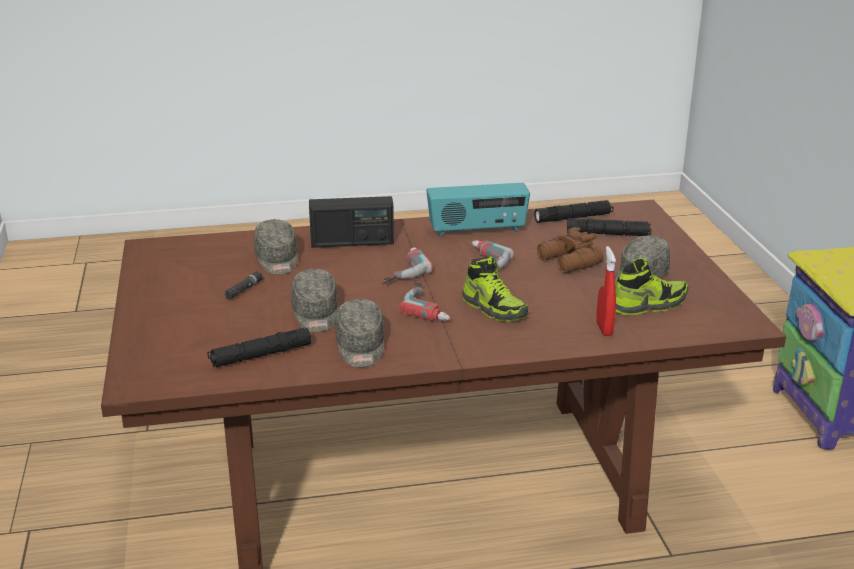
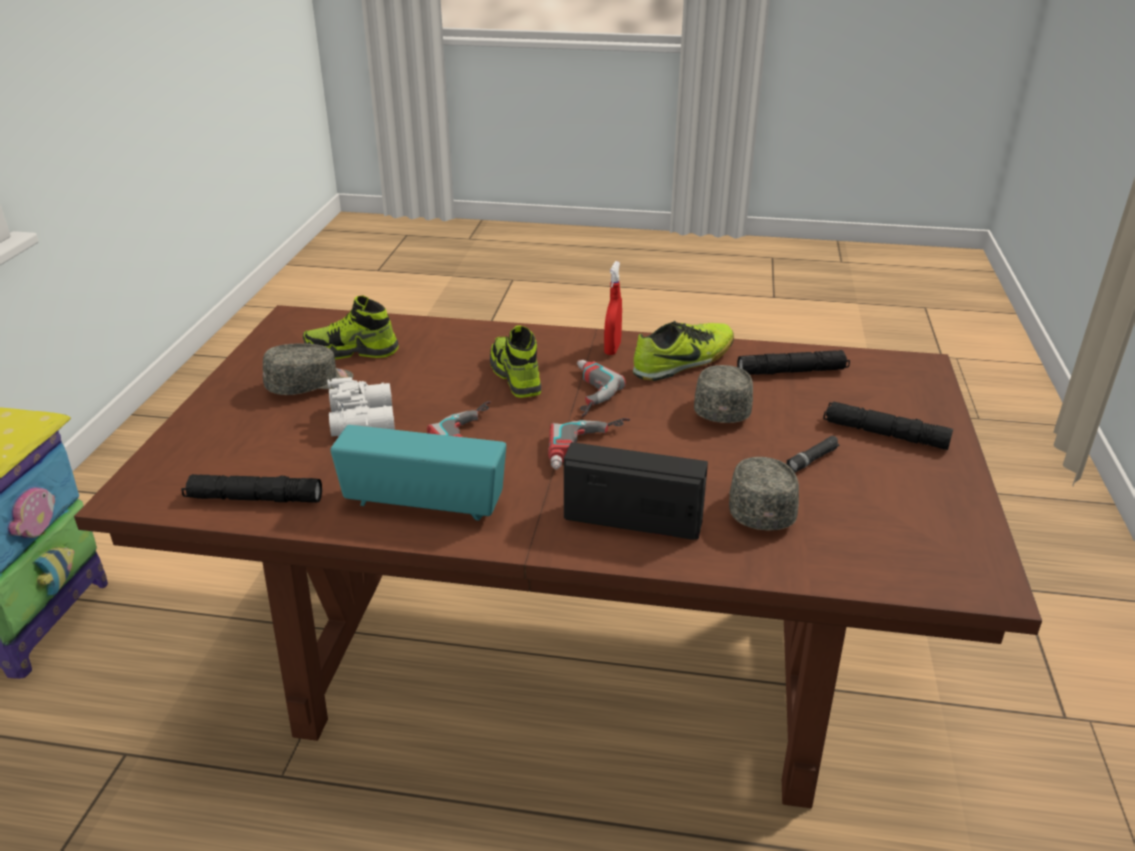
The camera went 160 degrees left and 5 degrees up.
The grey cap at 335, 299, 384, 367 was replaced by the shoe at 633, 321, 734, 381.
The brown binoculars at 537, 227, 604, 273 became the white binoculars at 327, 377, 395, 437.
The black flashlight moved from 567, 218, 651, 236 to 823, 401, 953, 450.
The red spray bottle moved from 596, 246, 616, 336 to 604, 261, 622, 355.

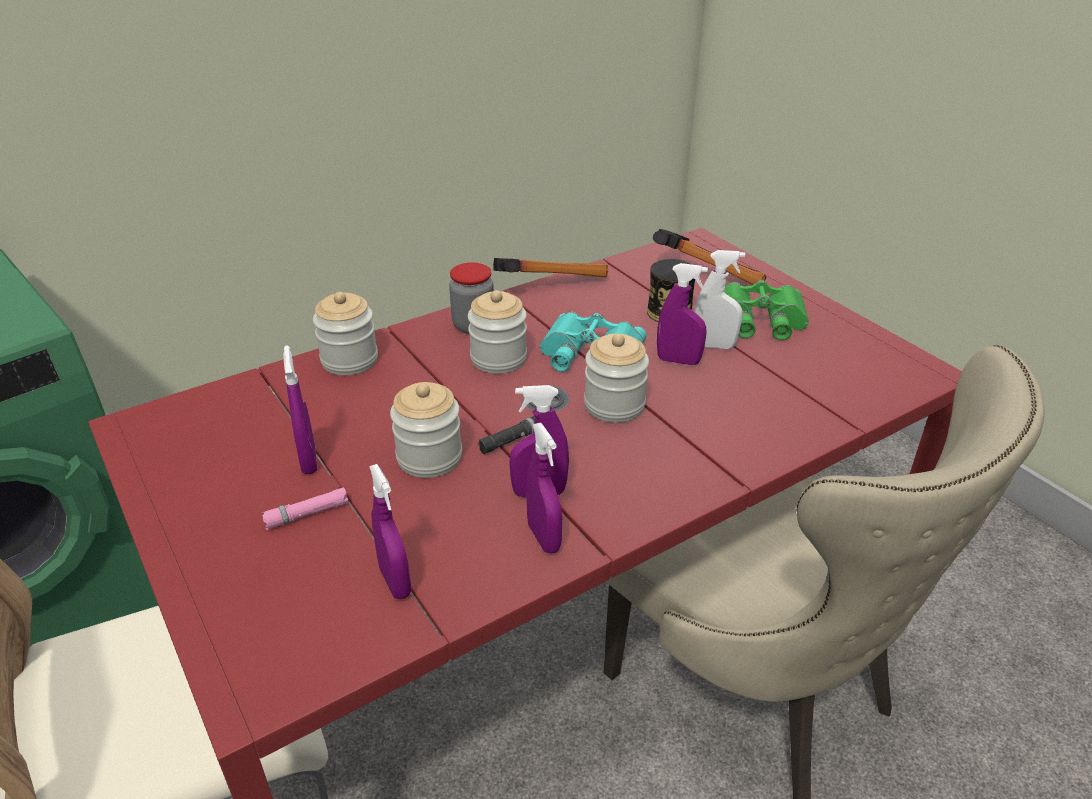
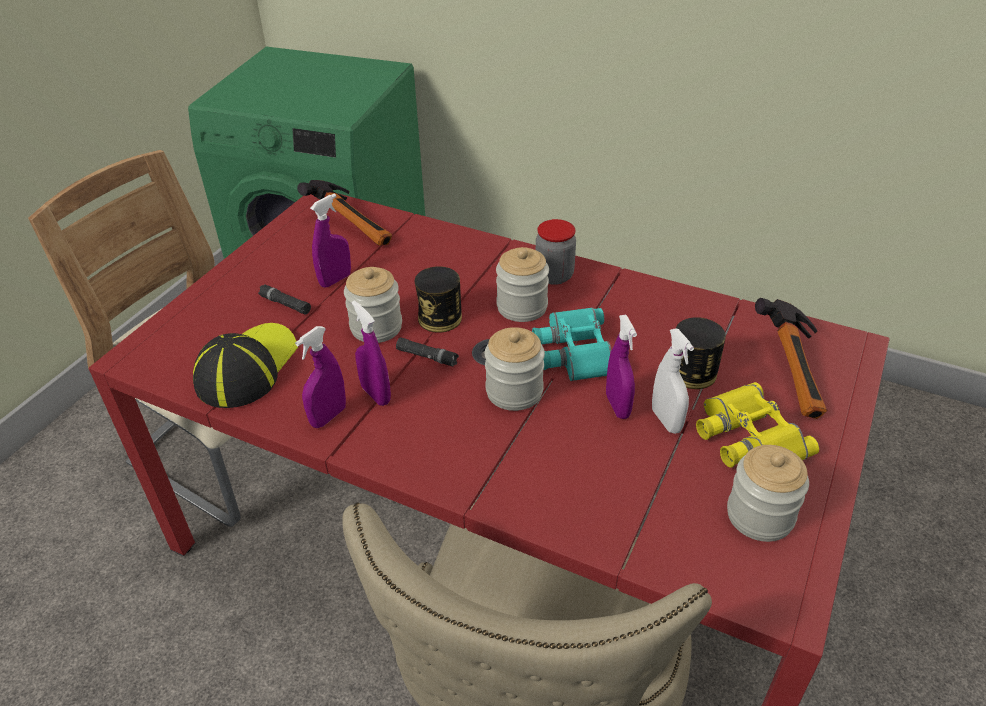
The camera went 60 degrees right and 5 degrees up.
The pink flashlight at 261, 487, 348, 530 became the black flashlight at 258, 284, 311, 314.
The jar moved from 313, 292, 378, 375 to 727, 445, 809, 542.
The purple spray bottle at 369, 464, 411, 600 was replaced by the cap at 193, 323, 298, 408.
The hammer moved from 493, 258, 608, 277 to 297, 180, 392, 246.
The green binoculars at 724, 280, 809, 340 became the yellow binoculars at 696, 382, 819, 468.
The can at 415, 266, 462, 333 appeared.

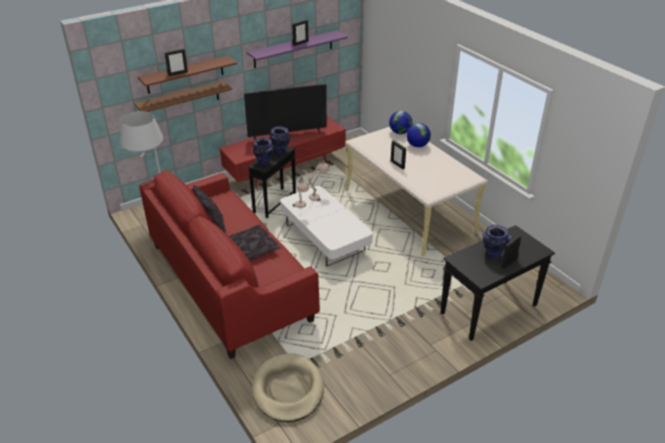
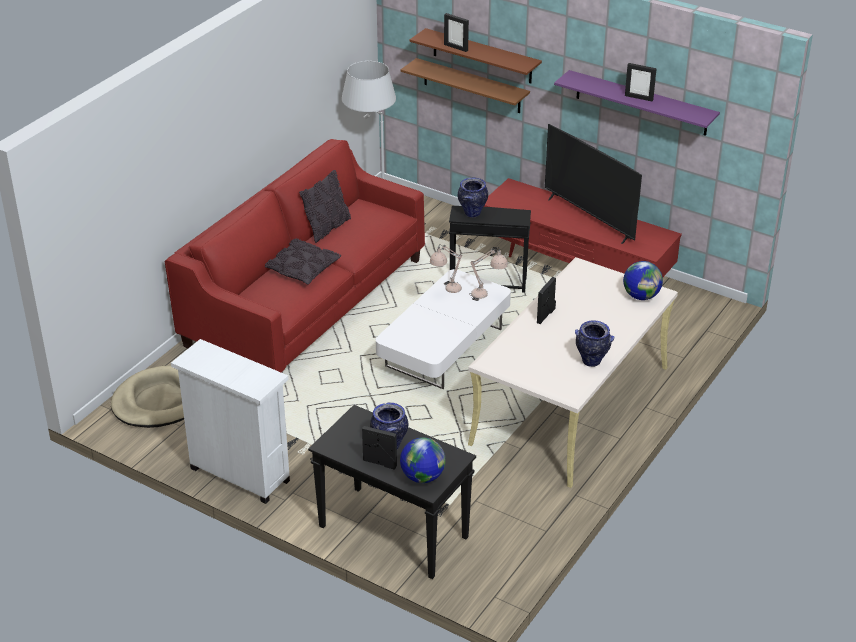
The camera went 65 degrees right and 0 degrees up.
The vase moved from 270, 126, 290, 153 to 575, 321, 614, 367.
The globe moved from 407, 123, 431, 147 to 400, 437, 446, 483.
The white cabinet at 171, 339, 290, 504 appeared.

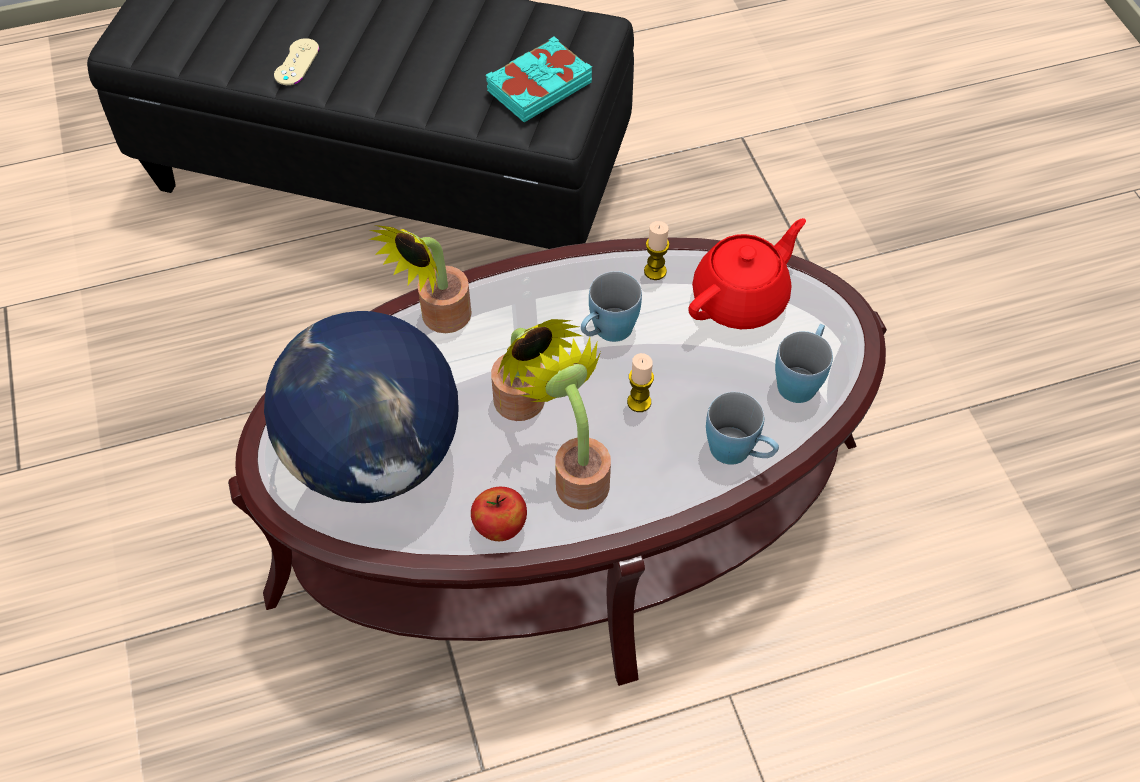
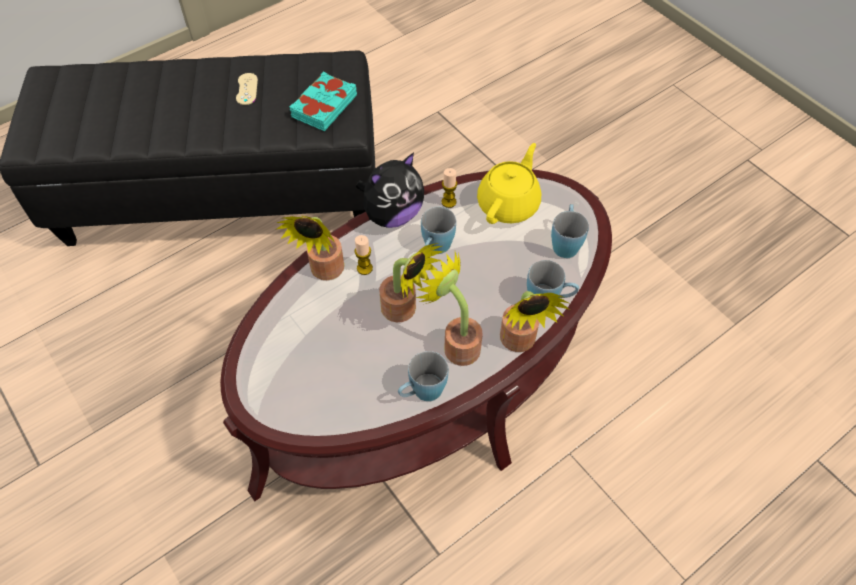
The camera went 20 degrees left and 0 degrees up.
The globe at 264, 311, 459, 503 disappeared.
The beige game controller moved from 274, 38, 319, 85 to 236, 73, 258, 105.
The apple at 471, 487, 527, 541 was replaced by the blue mug at 398, 351, 448, 401.
The candle moved from 627, 353, 654, 412 to 354, 235, 373, 275.
The red teapot at 688, 218, 806, 329 became the yellow teapot at 477, 143, 541, 224.
The plush toy at 356, 152, 424, 228 appeared.
The potted plant at 500, 291, 570, 352 appeared.

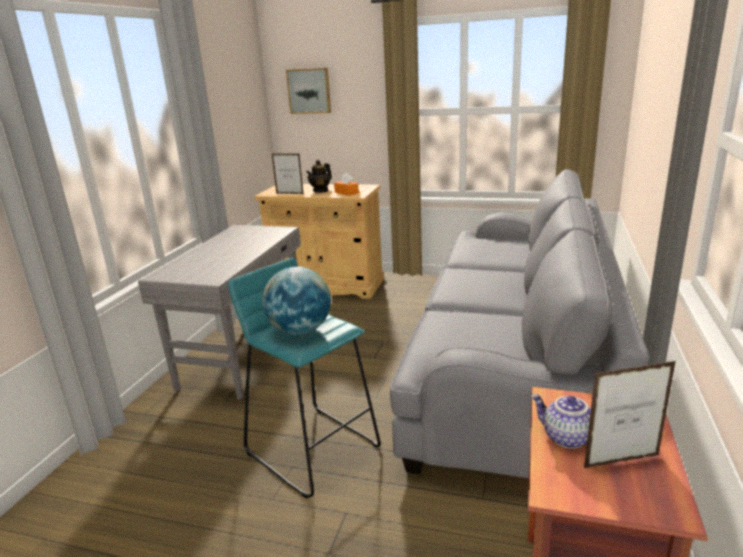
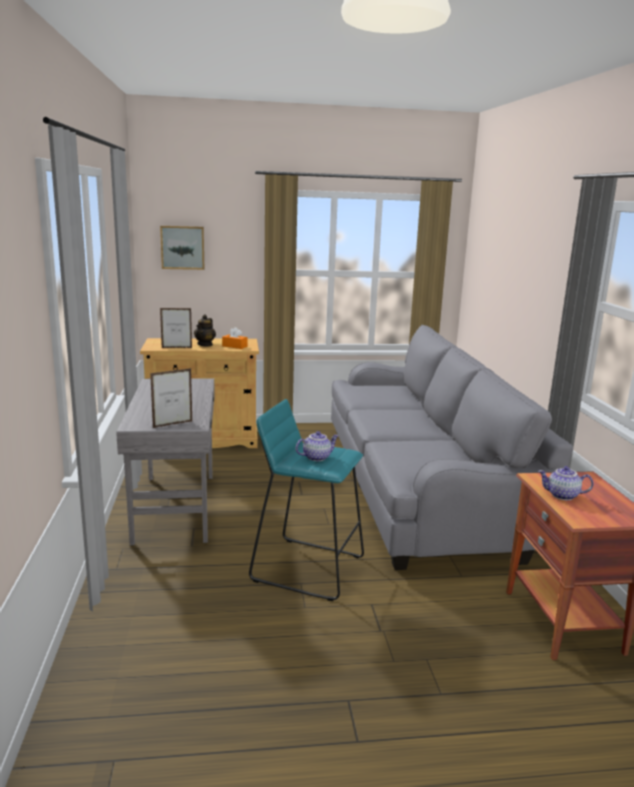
The camera went 25 degrees left and 5 degrees down.
The globe at 262, 267, 331, 335 was replaced by the teapot at 296, 431, 339, 461.
The picture frame moved from 584, 361, 676, 468 to 150, 368, 192, 428.

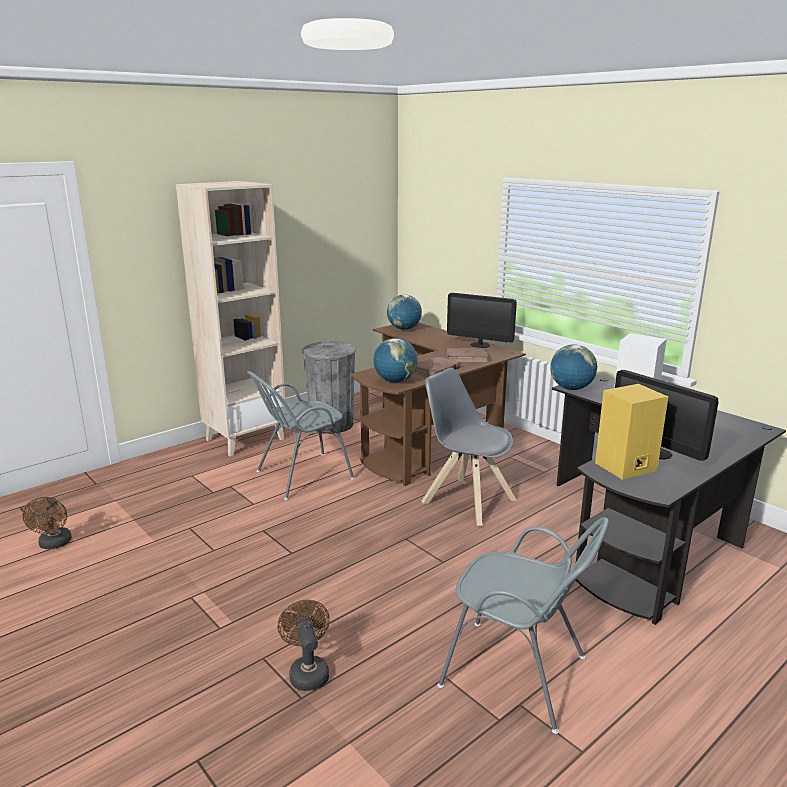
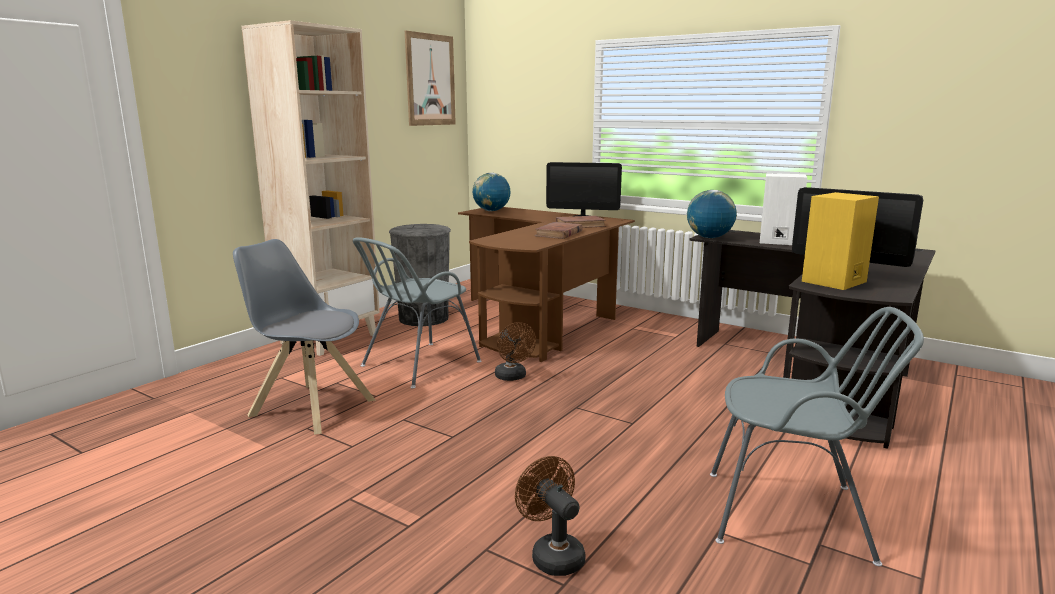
The camera went 15 degrees left and 5 degrees down.
The brown fan moved from 22, 497, 72, 549 to 495, 322, 536, 381.
The globe at 373, 338, 418, 382 disappeared.
The grey chair moved from 422, 368, 517, 526 to 233, 239, 376, 435.
The picture at 405, 31, 456, 126 appeared.

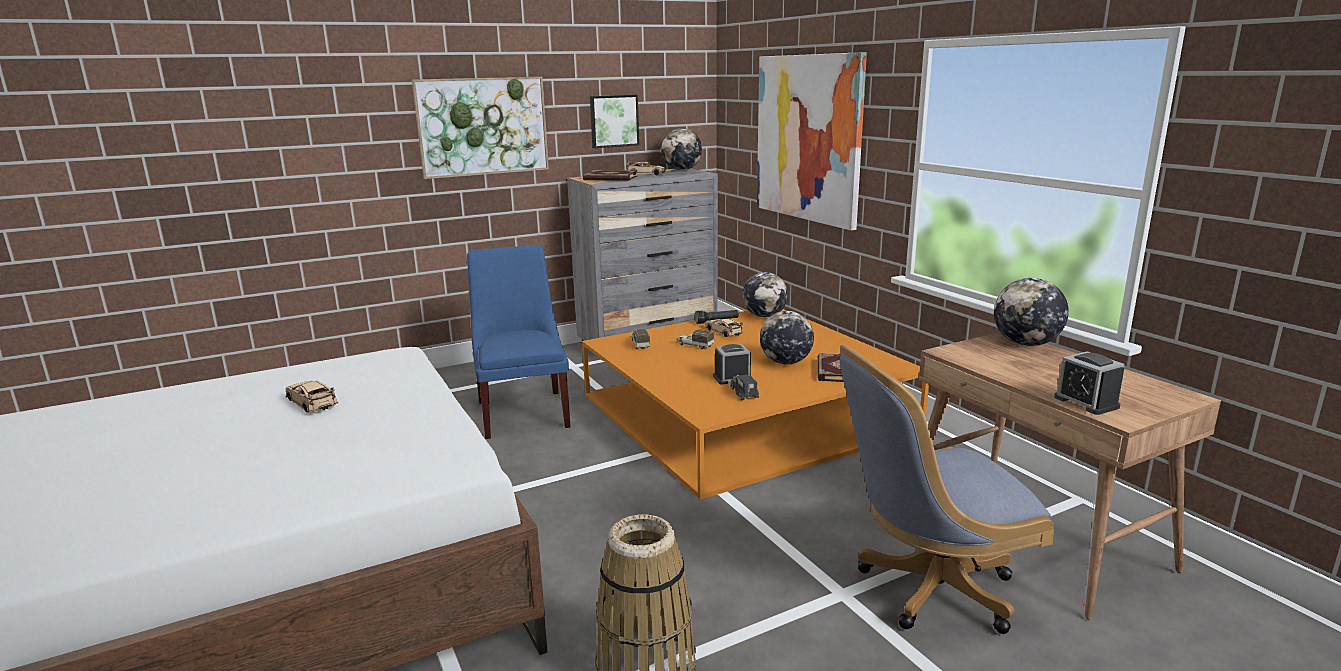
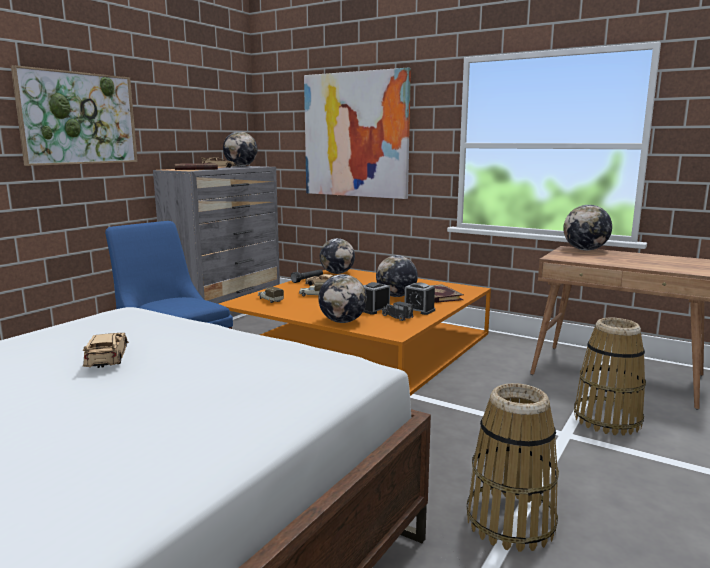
The camera went 30 degrees left and 5 degrees down.
The beige toy car at 285, 381, 338, 412 turned 60 degrees clockwise.
The picture at 590, 95, 639, 148 disappeared.
The blue office chair at 839, 344, 1054, 634 was replaced by the basket at 574, 318, 646, 435.
The alarm clock moved from 1054, 351, 1125, 415 to 405, 283, 435, 315.
The globe at 318, 274, 367, 323 appeared.

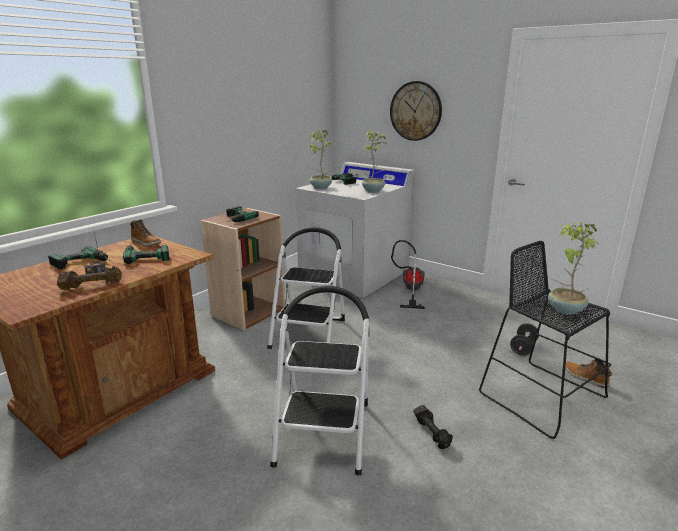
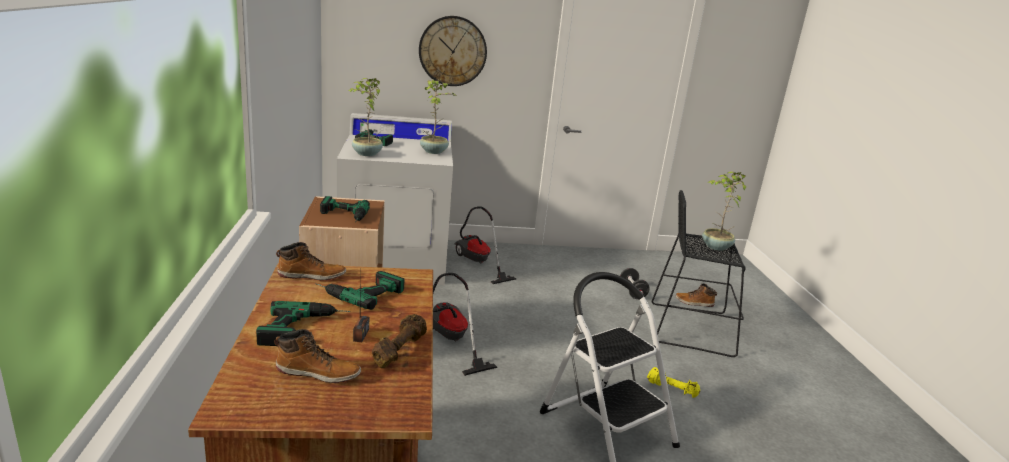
The camera went 45 degrees left and 0 degrees up.
The step ladder at 267, 227, 345, 349 was replaced by the vacuum cleaner at 433, 273, 497, 376.
The black dumbbell at 413, 405, 453, 449 became the yellow dumbbell at 647, 367, 700, 398.
The boot at 274, 329, 361, 383 appeared.

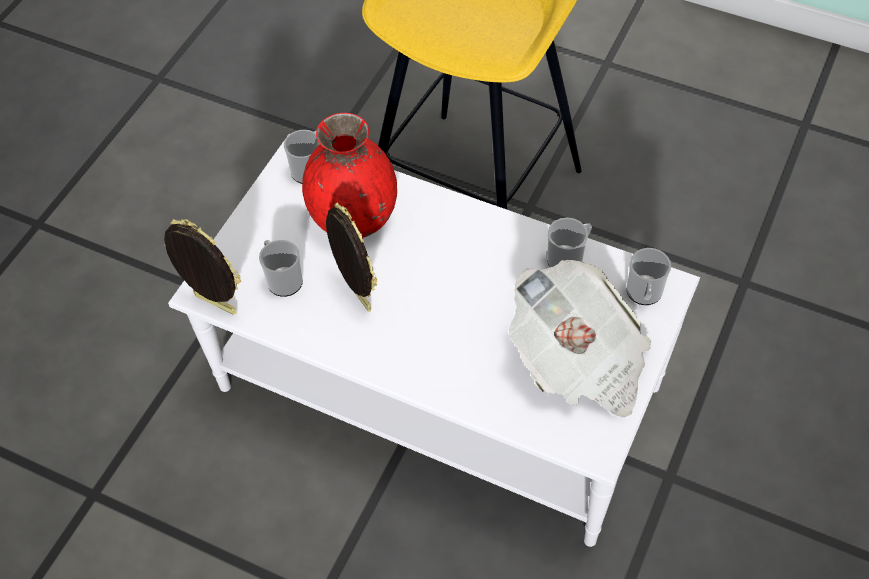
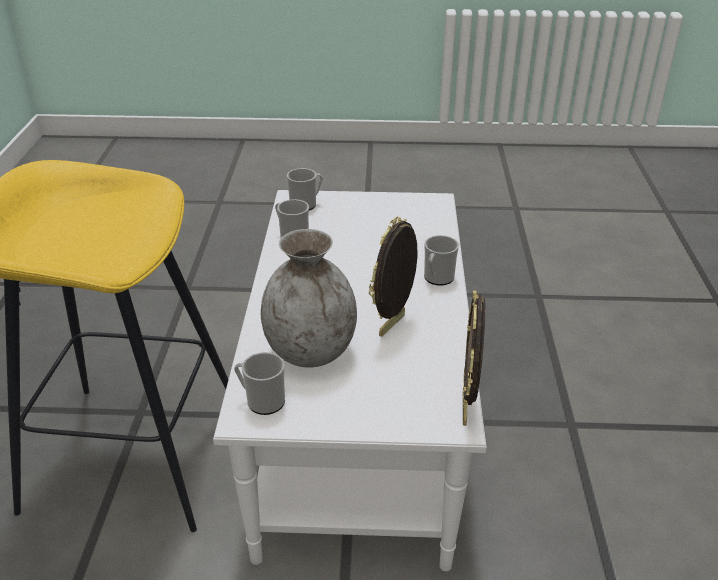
The camera went 115 degrees left and 20 degrees down.
The mug moved from 259, 240, 303, 297 to 424, 235, 459, 286.
The red vase at 302, 113, 397, 238 became the grey vase at 261, 229, 357, 368.
The newspaper at 509, 260, 651, 417 disappeared.

